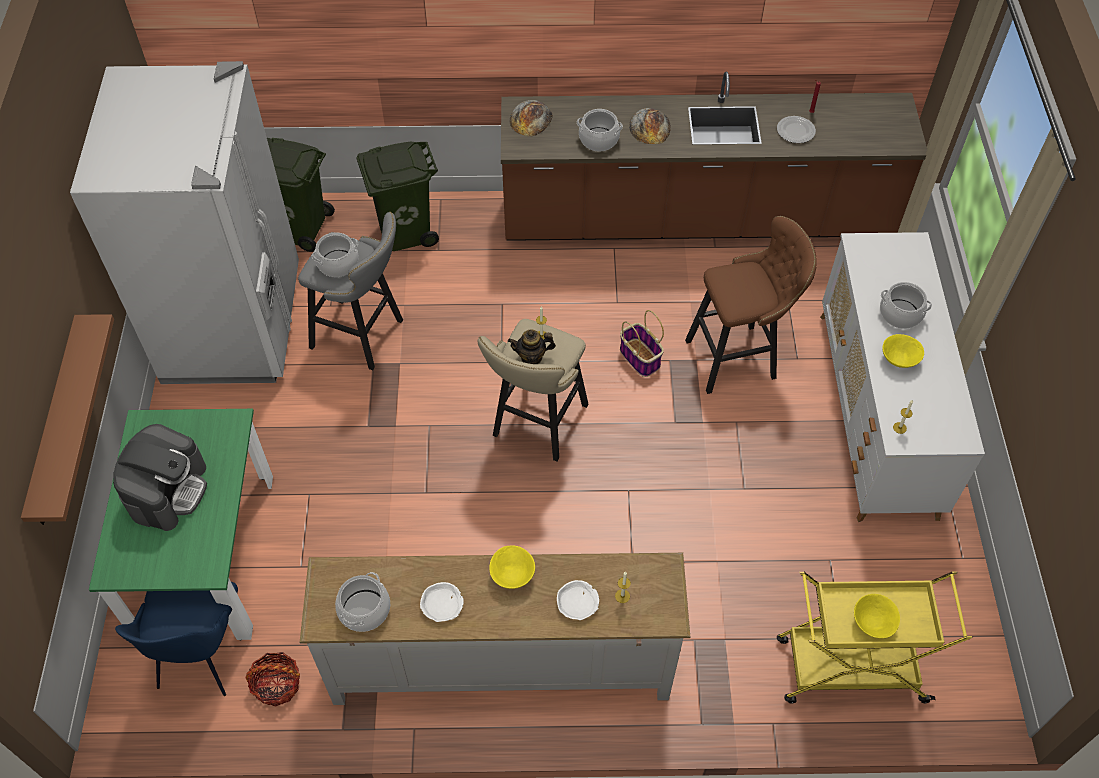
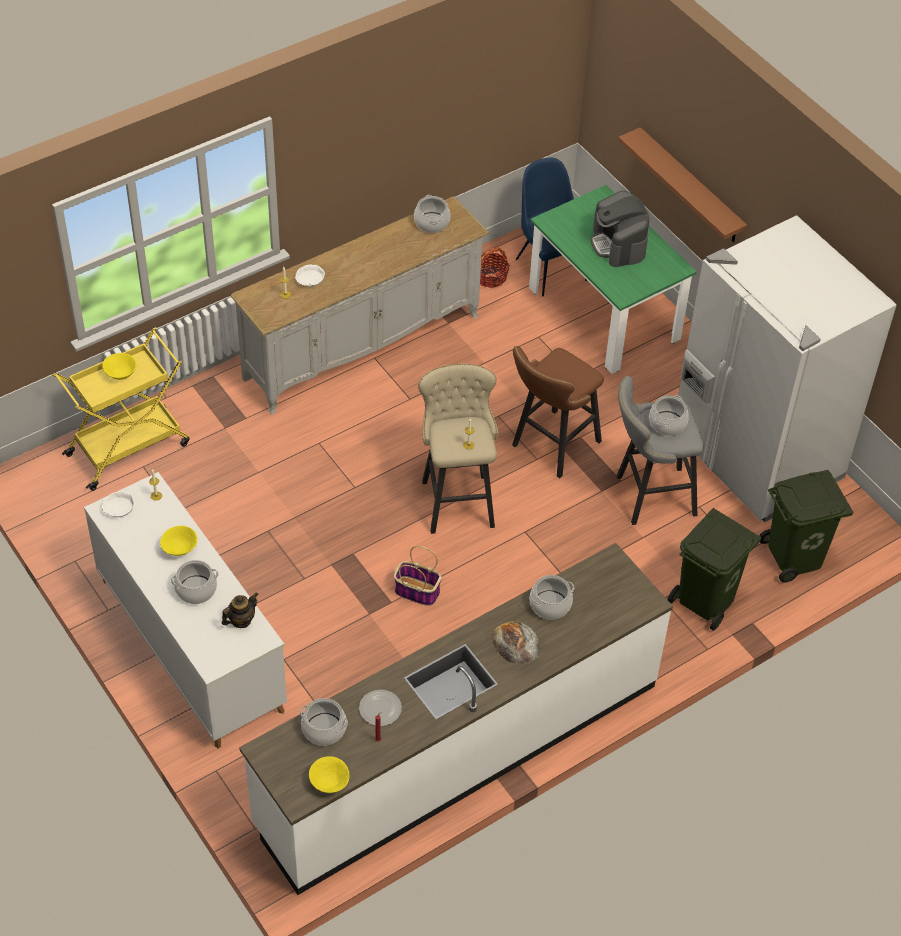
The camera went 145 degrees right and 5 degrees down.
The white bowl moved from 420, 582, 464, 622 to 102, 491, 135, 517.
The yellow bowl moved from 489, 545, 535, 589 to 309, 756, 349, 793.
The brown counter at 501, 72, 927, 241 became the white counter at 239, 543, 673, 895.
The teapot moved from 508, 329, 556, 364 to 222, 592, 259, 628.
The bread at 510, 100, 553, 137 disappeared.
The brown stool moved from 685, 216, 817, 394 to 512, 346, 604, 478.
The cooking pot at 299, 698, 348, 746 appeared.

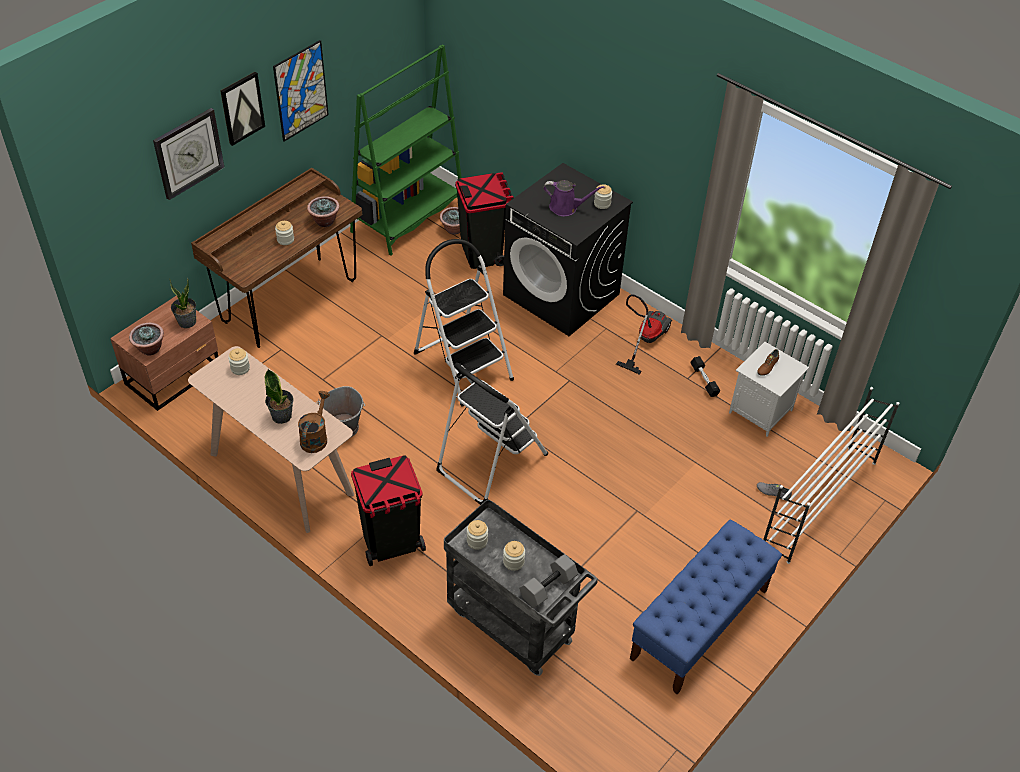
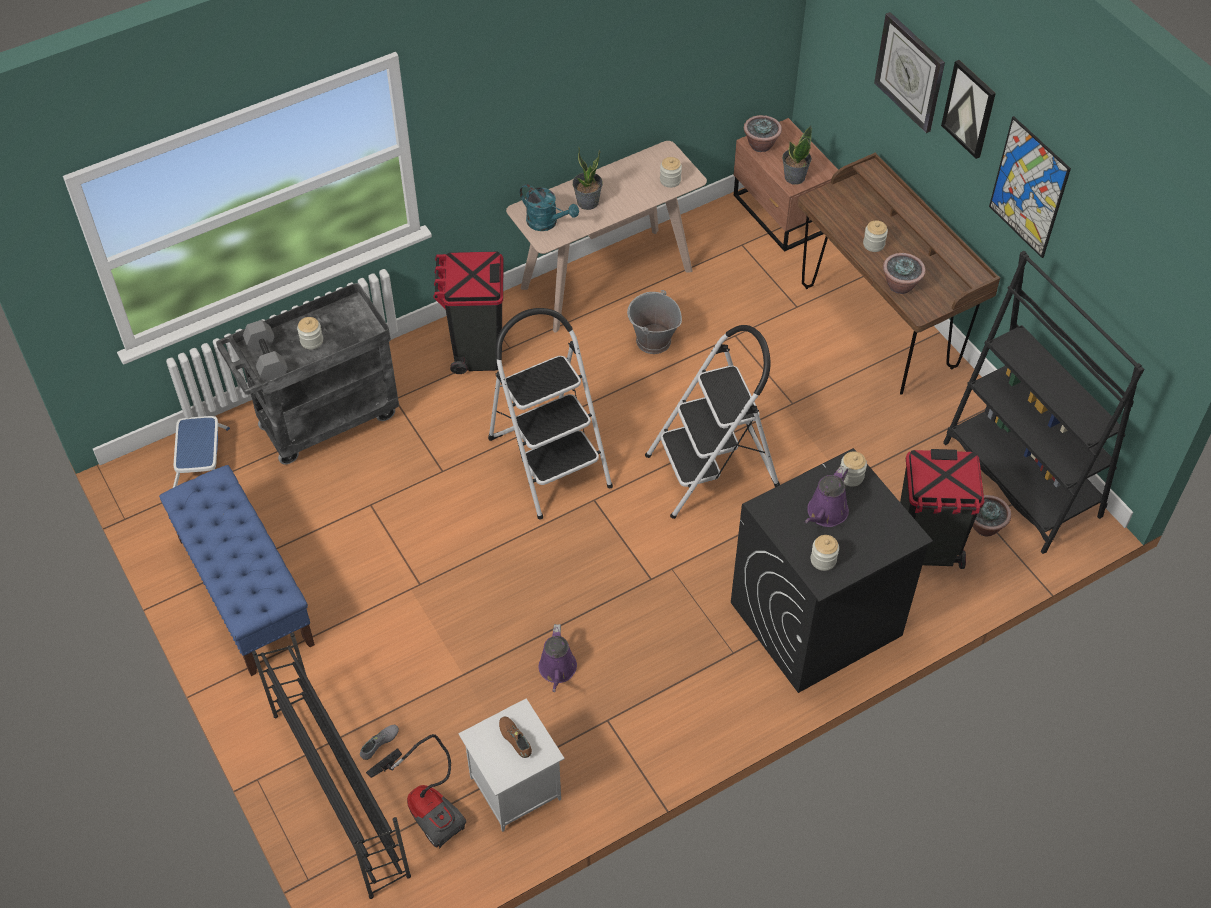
The camera went 110 degrees right and 5 degrees up.
The brown watering can at 298, 391, 330, 453 became the turquoise watering can at 519, 184, 579, 231.
The green bookcase at 350, 45, 462, 255 became the black bookcase at 943, 251, 1144, 554.
The jar moved from 467, 520, 488, 550 to 840, 451, 867, 486.
The vacuum cleaner moved from 616, 294, 673, 375 to 366, 734, 466, 848.
The black dumbbell at 690, 356, 720, 397 disappeared.
The white shoe rack at 763, 387, 900, 564 became the black shoe rack at 252, 632, 411, 899.
The blue step ladder at 173, 416, 230, 488 appeared.
The purple watering can at 539, 624, 577, 692 appeared.

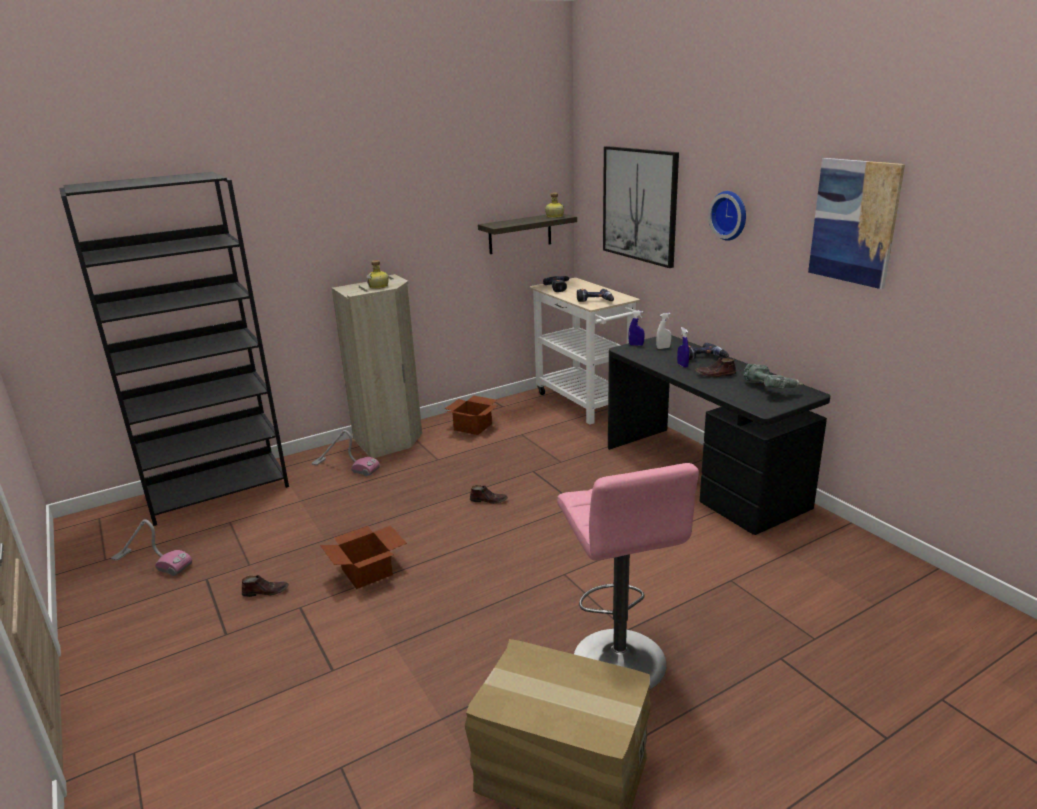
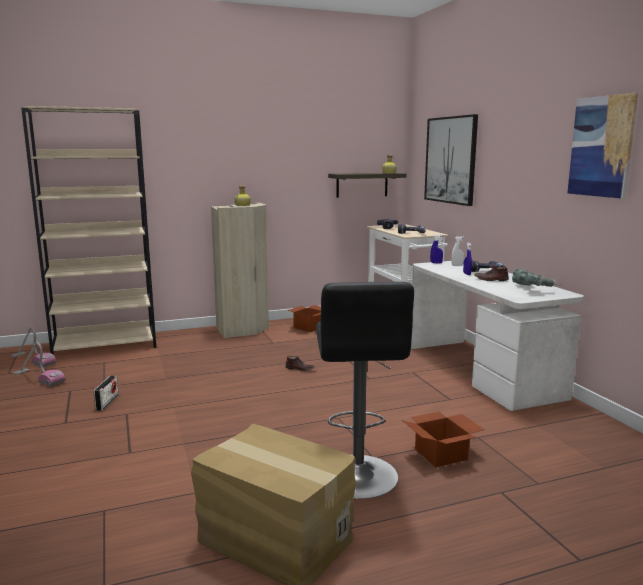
The camera went 10 degrees right and 10 degrees down.
The black bookcase at 59, 172, 289, 526 became the beige bookcase at 21, 106, 156, 355.
The brown shoe at 242, 575, 289, 597 was replaced by the radio at 94, 375, 119, 411.
The vacuum cleaner moved from 312, 430, 380, 477 to 11, 327, 56, 368.
The cardboard box moved from 320, 525, 407, 589 to 402, 412, 485, 467.
The pink stool at 557, 463, 699, 690 became the black stool at 316, 282, 414, 499.
The black desk at 608, 335, 830, 535 became the white desk at 411, 261, 584, 411.
The wall clock at 708, 191, 746, 241 disappeared.

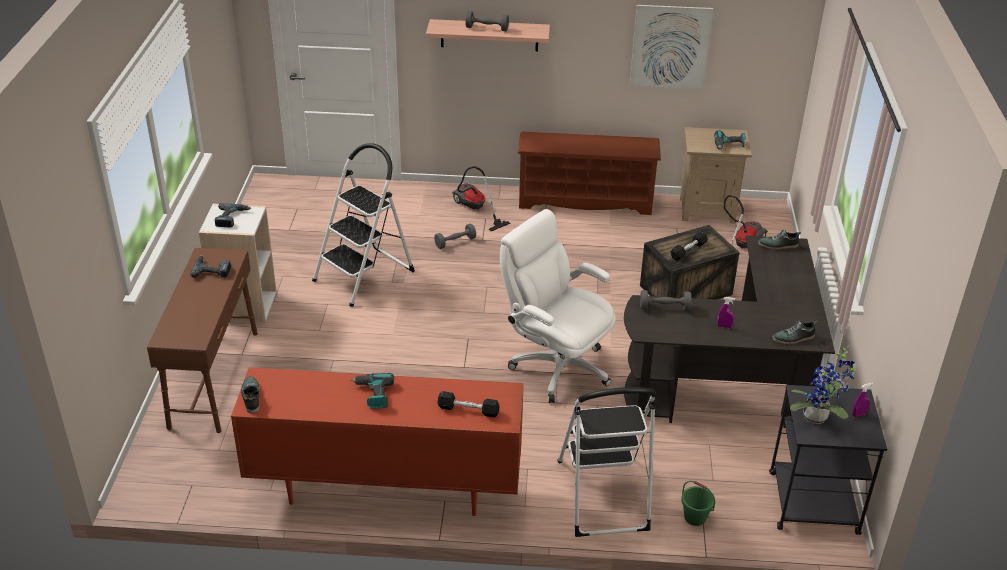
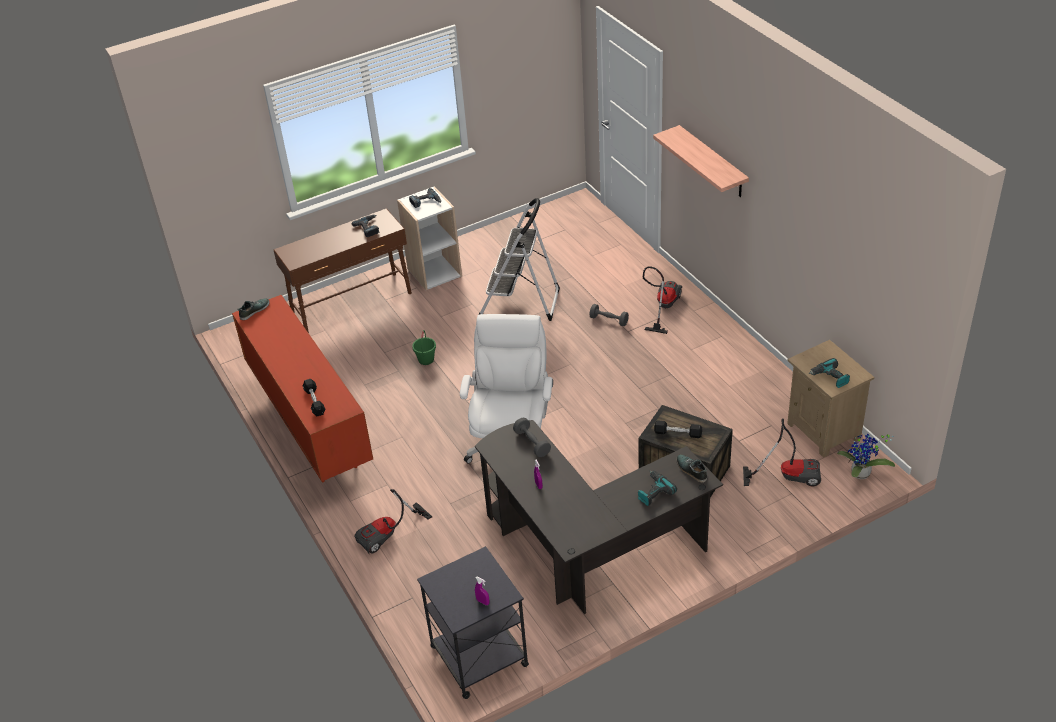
The camera went 60 degrees right and 5 degrees up.
The power drill moved from 351, 373, 394, 409 to 638, 471, 677, 506.
The grey dumbbell at 465, 11, 509, 31 disappeared.
The brown shoe rack at 518, 132, 661, 215 disappeared.
The step ladder at 557, 387, 657, 537 was replaced by the vacuum cleaner at 354, 489, 432, 553.
The picture at 630, 5, 713, 89 disappeared.
The green bucket moved from 681, 481, 715, 526 to 412, 330, 436, 365.
The shoe at 773, 321, 818, 344 disappeared.
The potted plant moved from 790, 345, 855, 424 to 837, 433, 895, 479.

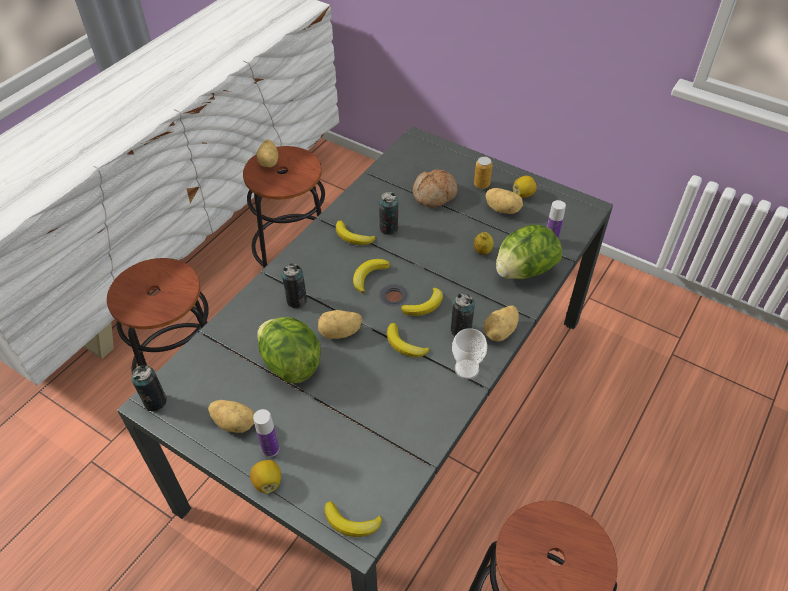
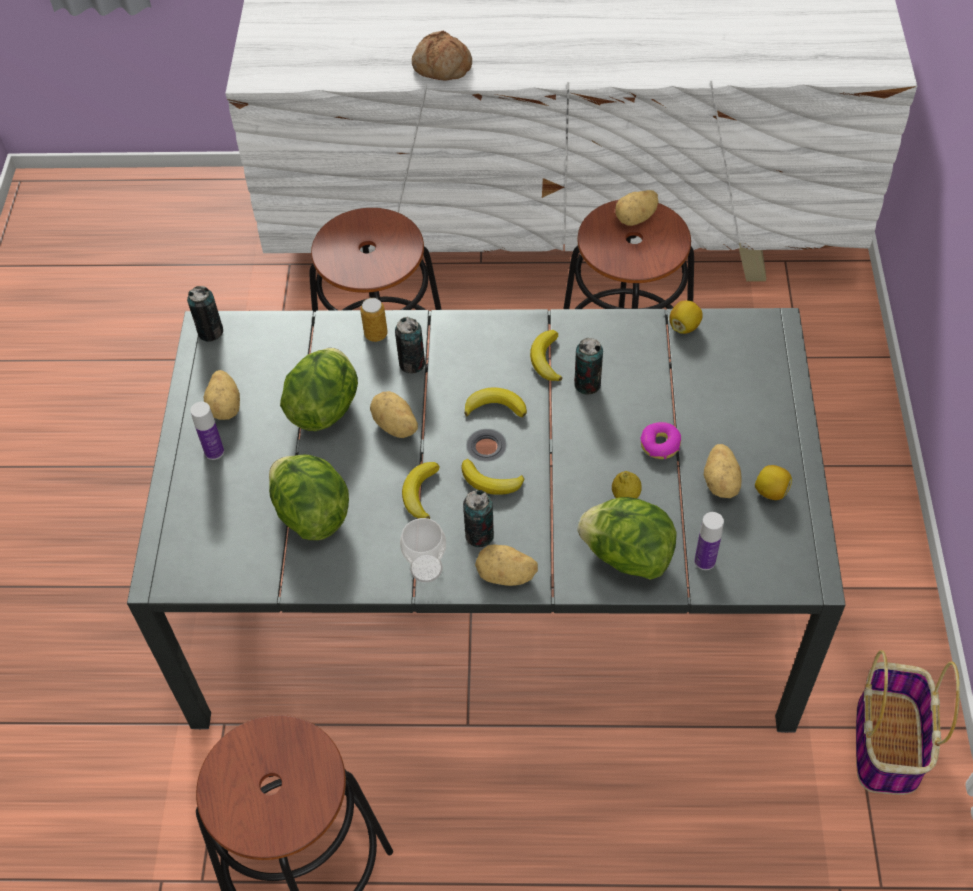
The camera went 60 degrees right and 5 degrees up.
The lemon moved from 250, 460, 281, 493 to 669, 300, 703, 334.
The banana at 325, 501, 382, 537 disappeared.
The bread moved from 413, 169, 458, 208 to 412, 31, 472, 80.
The can moved from 474, 157, 492, 189 to 360, 298, 388, 342.
The lettuce at 269, 454, 349, 540 appeared.
The donut at 640, 422, 681, 459 appeared.
The basket at 856, 650, 960, 795 appeared.

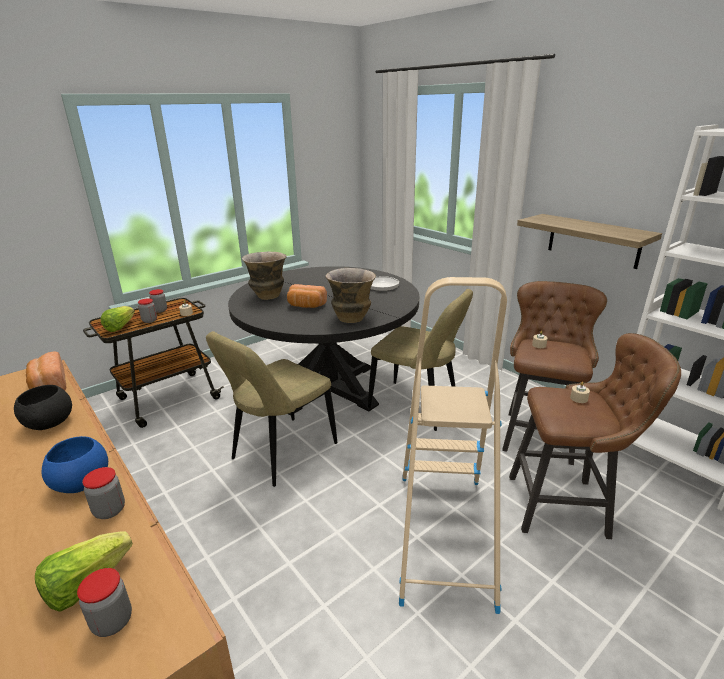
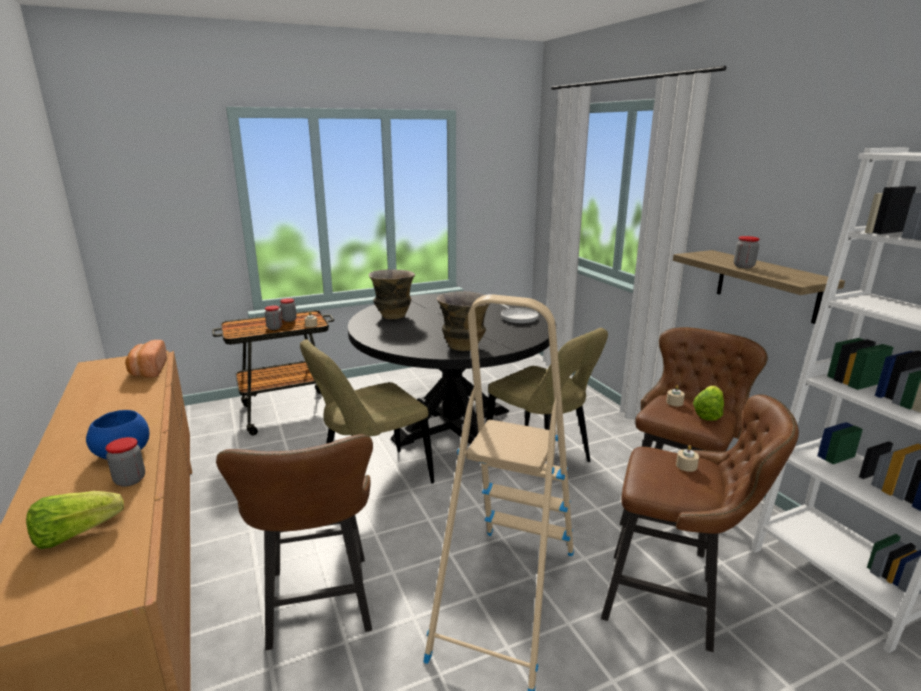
The camera went 15 degrees right and 5 degrees down.
The black bowl at 14, 385, 72, 430 disappeared.
The jar moved from 77, 568, 132, 637 to 734, 236, 760, 268.
The lettuce moved from 101, 306, 135, 332 to 693, 386, 724, 421.
The bread at 287, 284, 327, 308 disappeared.
The brown stool at 216, 434, 373, 650 appeared.

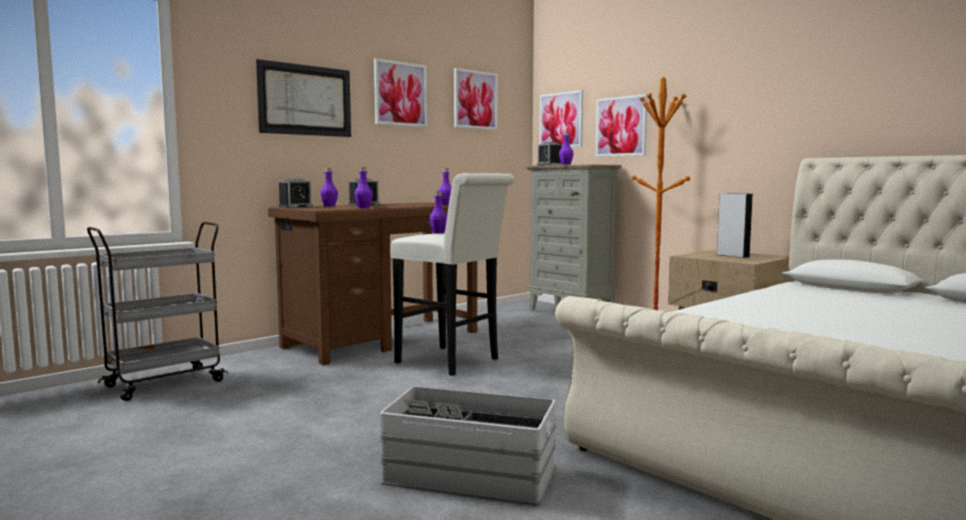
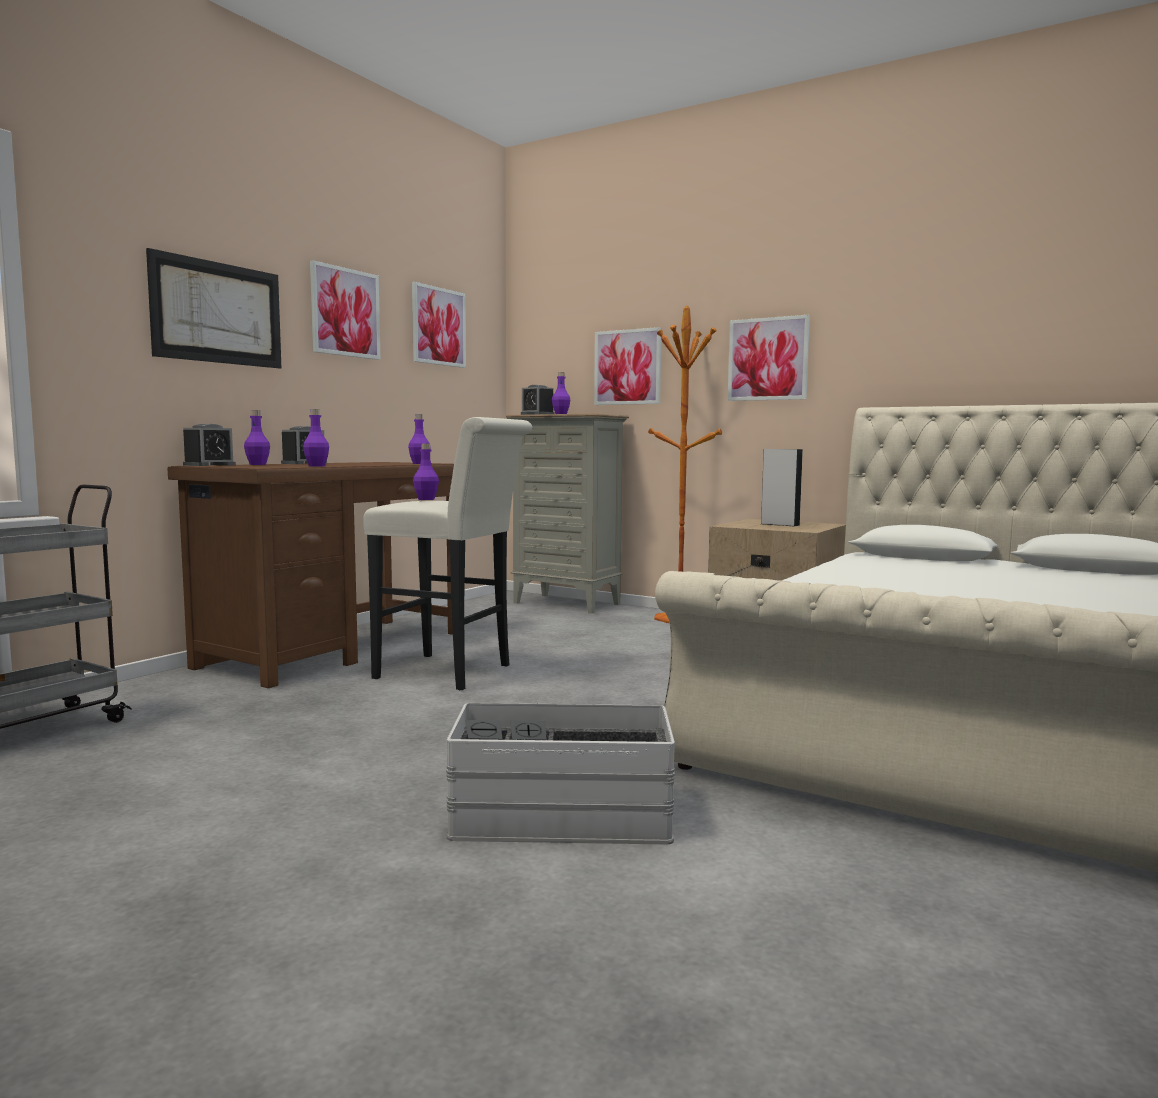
The camera went 15 degrees left and 0 degrees up.
The picture moved from 539, 90, 583, 147 to 728, 315, 810, 401.

